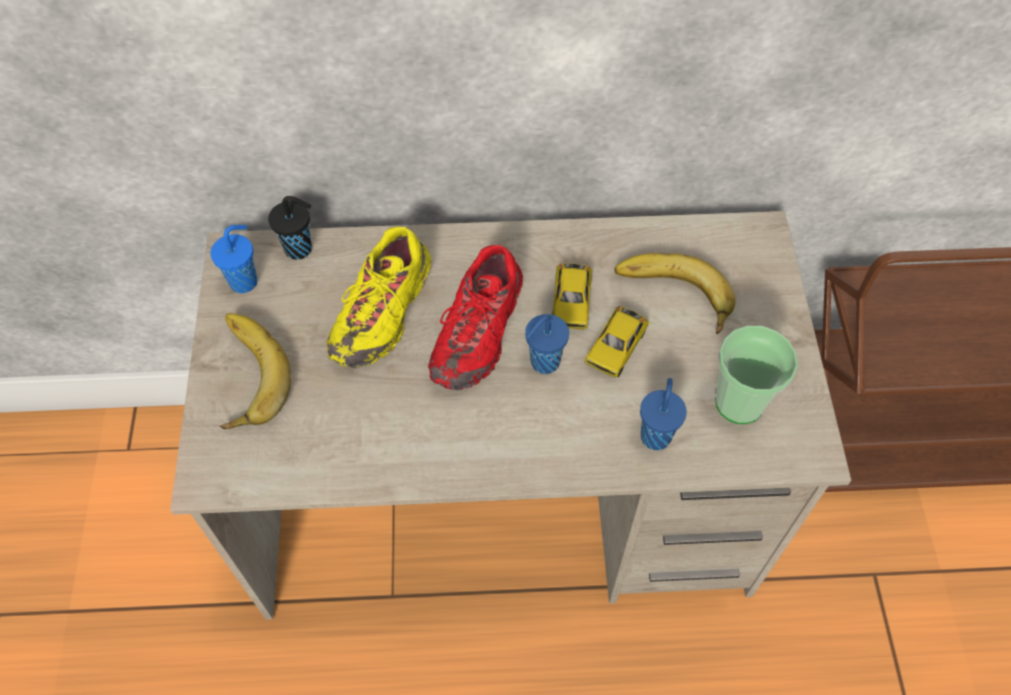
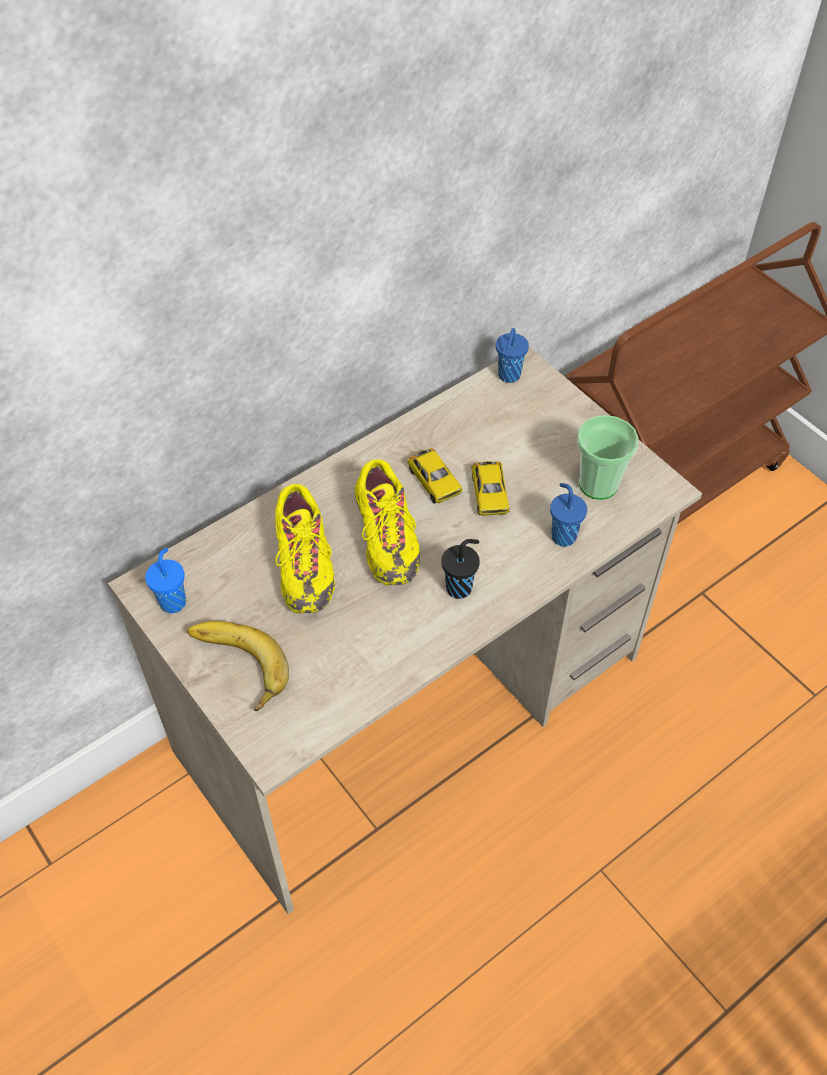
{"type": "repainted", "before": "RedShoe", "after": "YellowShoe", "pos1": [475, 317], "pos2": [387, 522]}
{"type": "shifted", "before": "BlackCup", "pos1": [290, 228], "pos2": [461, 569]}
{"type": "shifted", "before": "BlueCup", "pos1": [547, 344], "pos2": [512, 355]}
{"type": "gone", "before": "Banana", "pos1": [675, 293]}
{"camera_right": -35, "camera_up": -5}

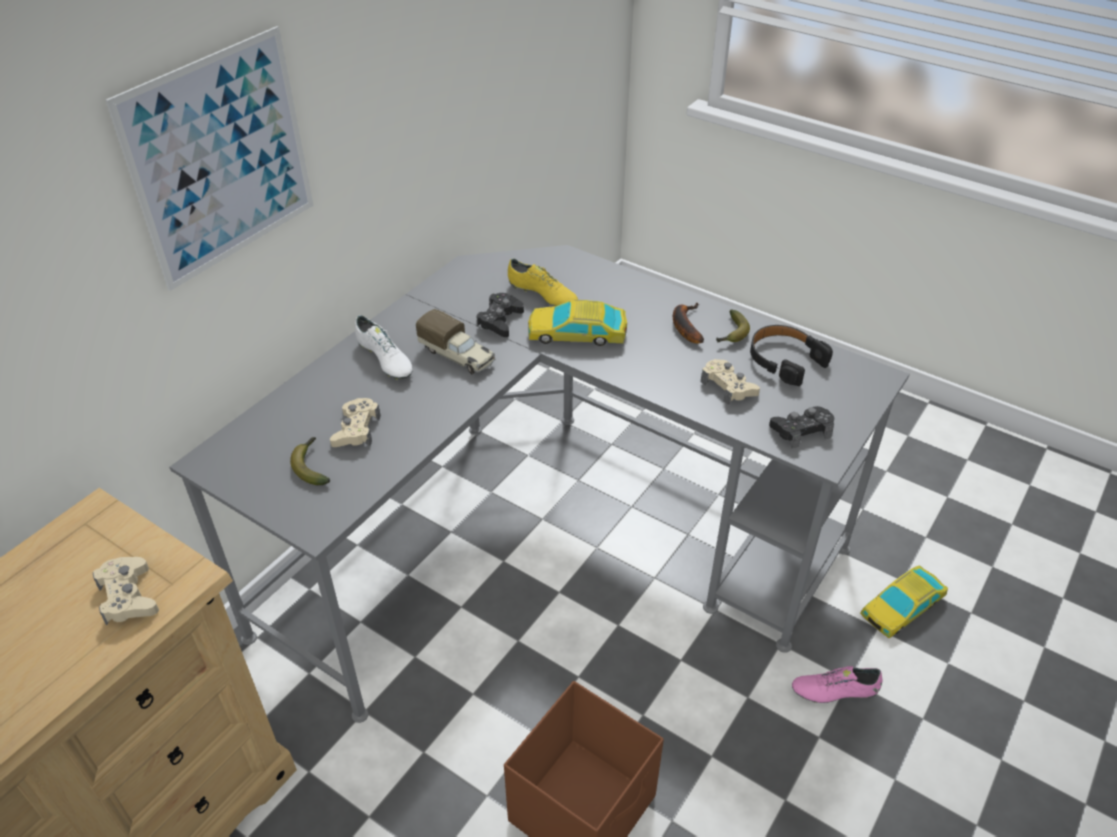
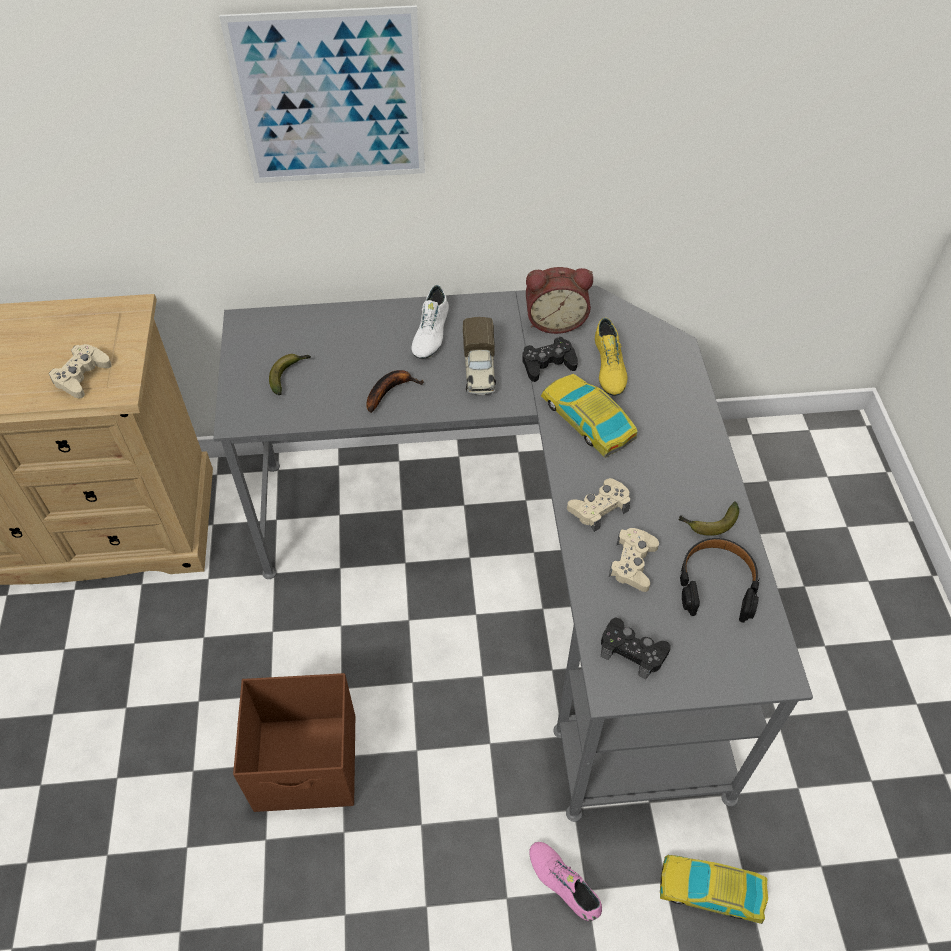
{"type": "shifted", "before": "Banana", "pos1": [688, 323], "pos2": [395, 391]}
{"type": "new", "after": "AlarmClock", "pos2": [559, 300]}
{"type": "shifted", "before": "BeigeGameController", "pos1": [355, 422], "pos2": [598, 505]}
{"camera_right": 50, "camera_up": 10}

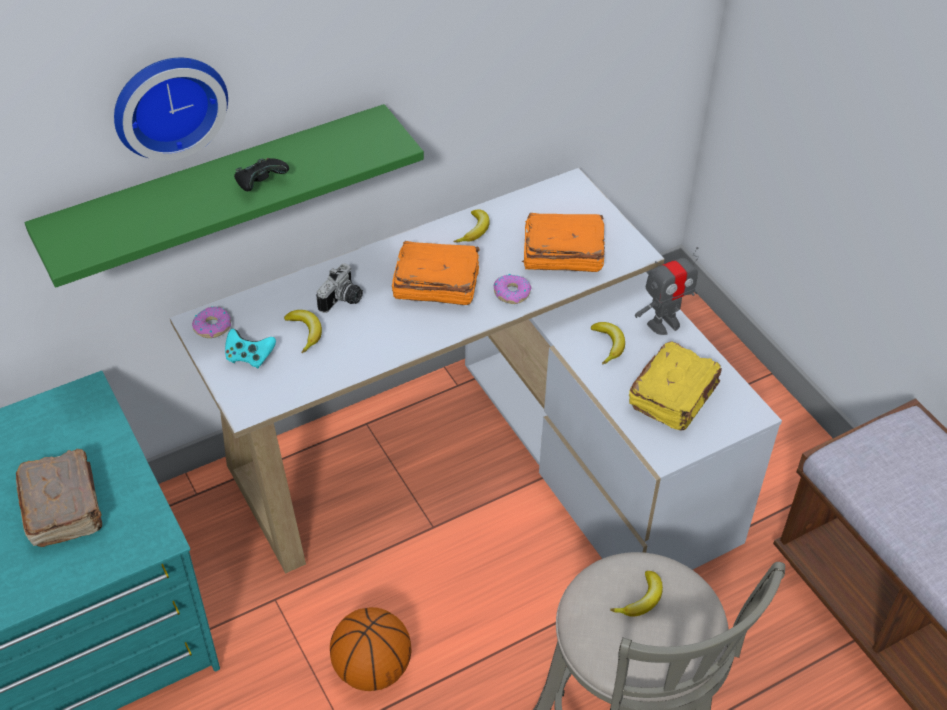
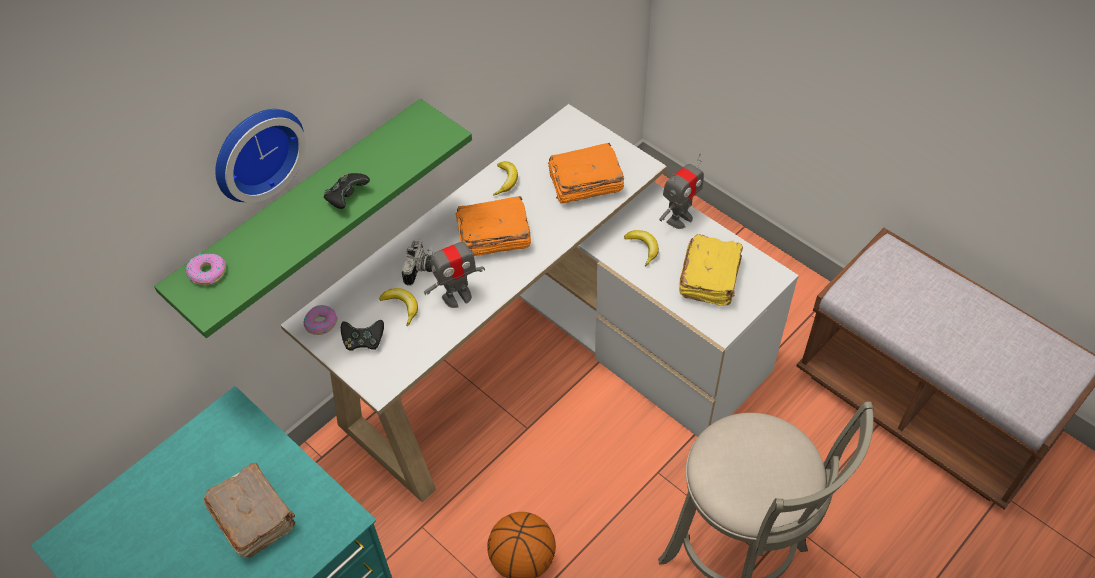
{"type": "shifted", "before": "Donut", "pos1": [513, 289], "pos2": [206, 269]}
{"type": "repainted", "before": "TurquoiseGameController", "after": "BlackGameController", "pos1": [250, 348], "pos2": [362, 335]}
{"type": "new", "after": "ToyRobot", "pos2": [454, 271]}
{"type": "gone", "before": "Banana", "pos1": [636, 594]}
{"camera_right": -15, "camera_up": 5}

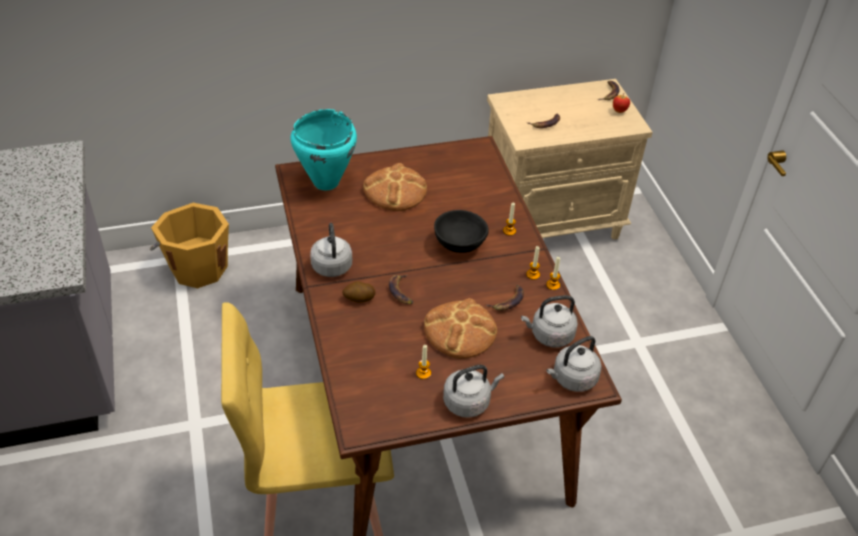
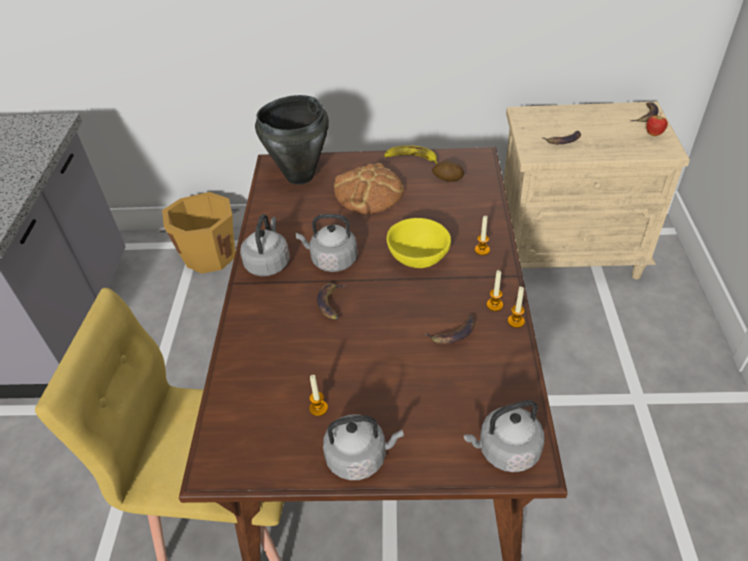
{"type": "repainted", "before": "TurquoiseCookingPot", "after": "BlackCookingPot", "pos1": [324, 149], "pos2": [292, 140]}
{"type": "shifted", "before": "GreyKettle", "pos1": [549, 321], "pos2": [327, 243]}
{"type": "new", "after": "Banana", "pos2": [411, 155]}
{"type": "repainted", "before": "BlackBowl", "after": "YellowBowl", "pos1": [461, 231], "pos2": [419, 243]}
{"type": "shifted", "before": "Potato", "pos1": [358, 291], "pos2": [448, 171]}
{"type": "gone", "before": "Bread", "pos1": [460, 328]}
{"camera_right": 20, "camera_up": 0}

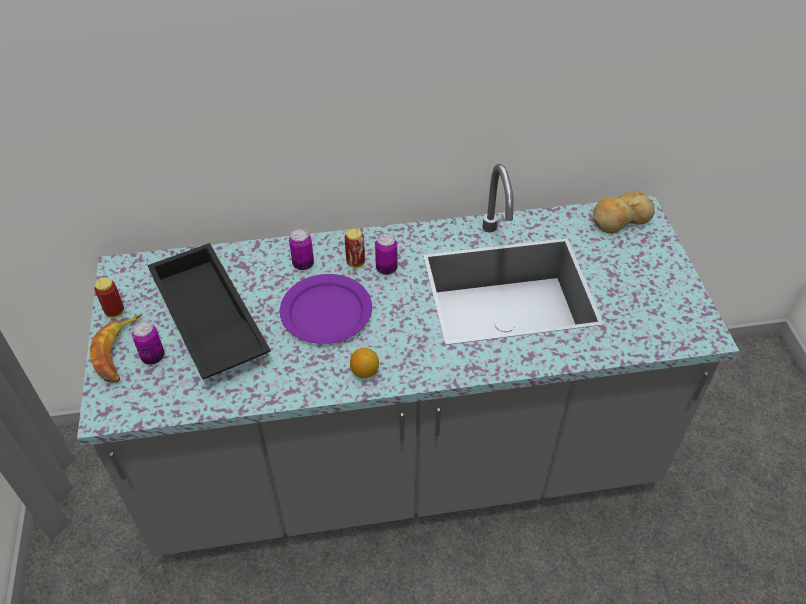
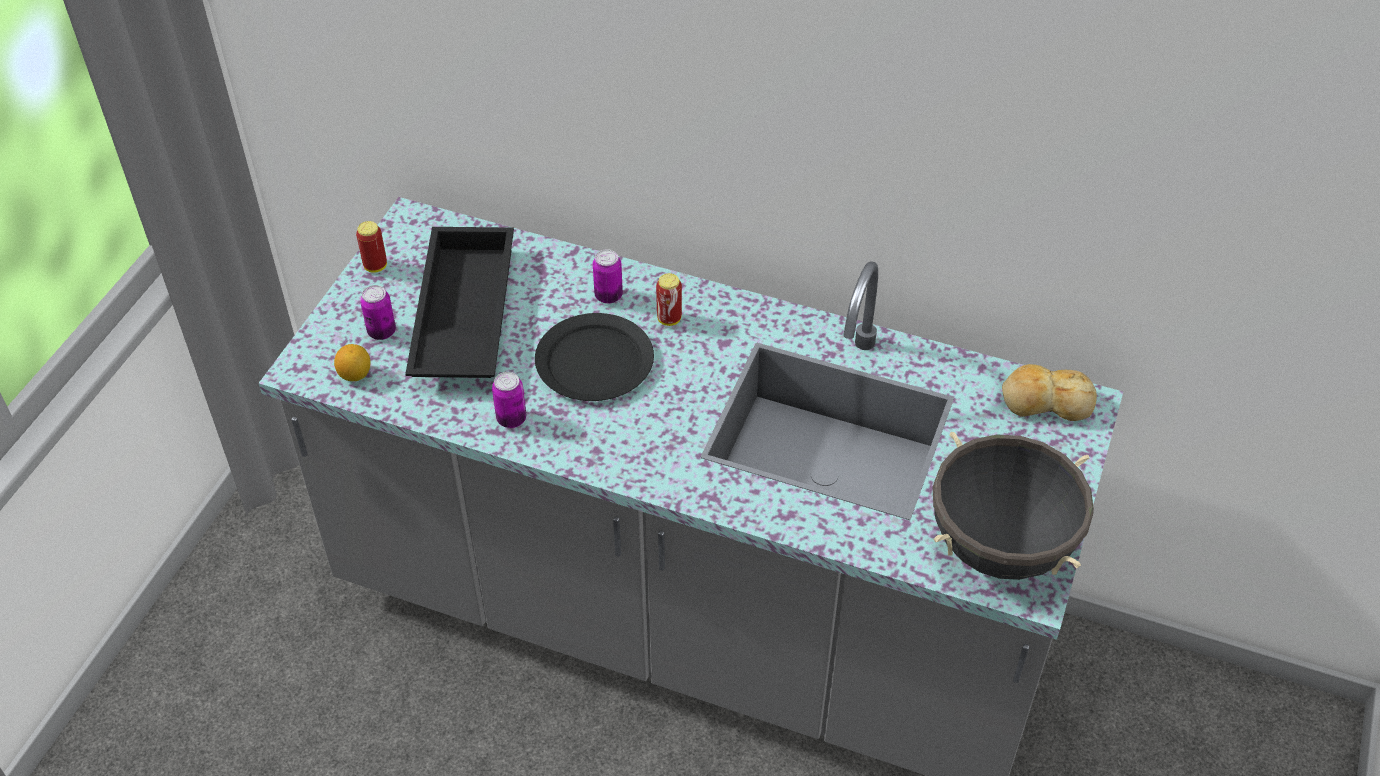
{"type": "shifted", "before": "Lemon", "pos1": [364, 363], "pos2": [352, 362]}
{"type": "shifted", "before": "Can", "pos1": [386, 254], "pos2": [509, 400]}
{"type": "repainted", "before": "PurplePlate", "after": "BlackPlate", "pos1": [326, 309], "pos2": [594, 357]}
{"type": "new", "after": "BlackCookingPot", "pos2": [1013, 506]}
{"type": "gone", "before": "Banana", "pos1": [115, 348]}
{"camera_right": 30, "camera_up": 0}

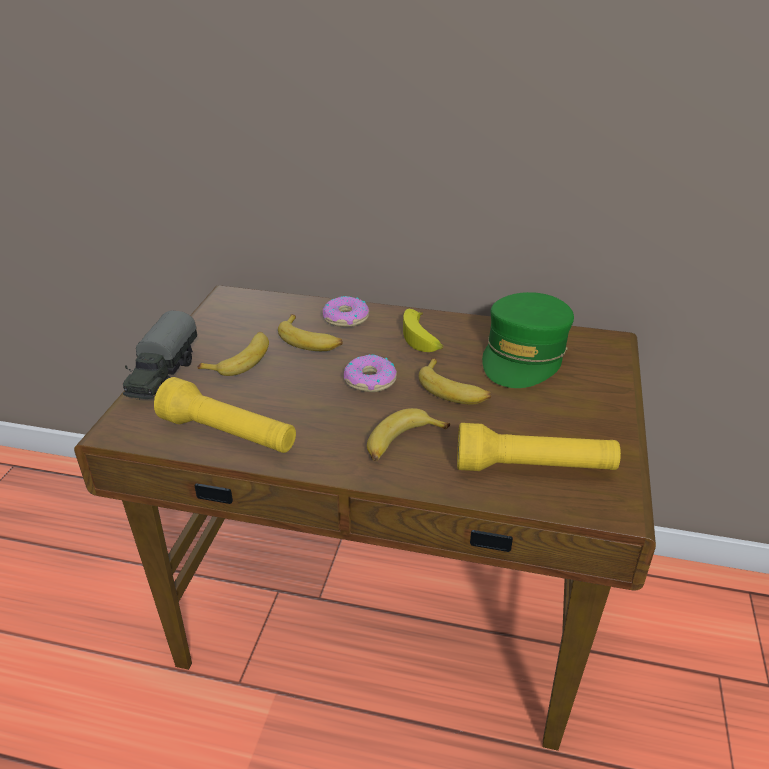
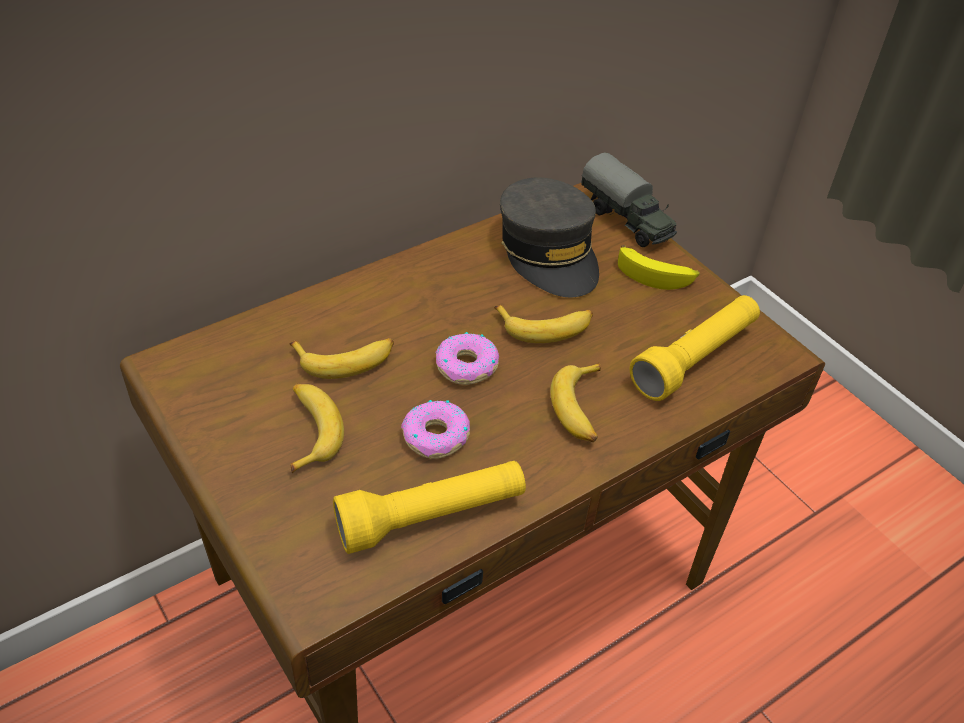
{"type": "shifted", "before": "Donut", "pos1": [346, 311], "pos2": [435, 429]}
{"type": "repainted", "before": "GreenCap", "after": "GreyCap", "pos1": [528, 340], "pos2": [549, 237]}
{"type": "shifted", "before": "ToyTruck", "pos1": [160, 355], "pos2": [629, 200]}
{"type": "shifted", "before": "Banana", "pos1": [423, 330], "pos2": [659, 267]}
{"camera_right": -50, "camera_up": 10}

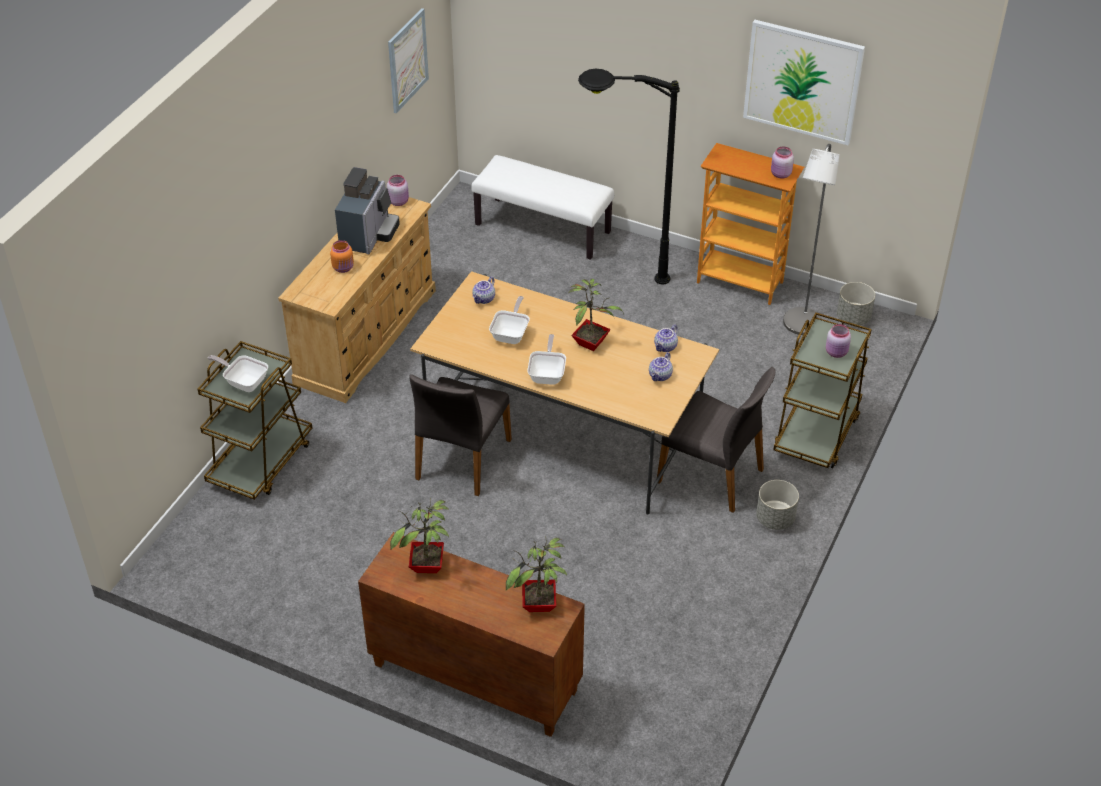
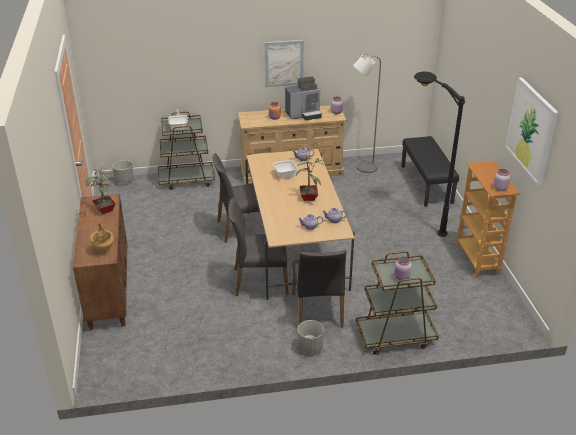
{"type": "swapped", "before": "PottedPlant", "after": "BrownVase", "pos1": [536, 574], "pos2": [102, 238]}
{"type": "shifted", "before": "GreyPlanter", "pos1": [856, 303], "pos2": [123, 171]}
{"type": "new", "after": "GreyChair", "pos2": [258, 247]}
{"type": "shifted", "before": "Picture", "pos1": [408, 60], "pos2": [284, 63]}
{"type": "shifted", "before": "GreyFloorLamp", "pos1": [811, 239], "pos2": [367, 113]}
{"type": "repainted", "before": "WhiteBench", "after": "BlackBench", "pos1": [542, 207], "pos2": [430, 171]}
{"type": "gone", "before": "FryingPan", "pos1": [546, 359]}
{"camera_right": 55, "camera_up": -10}

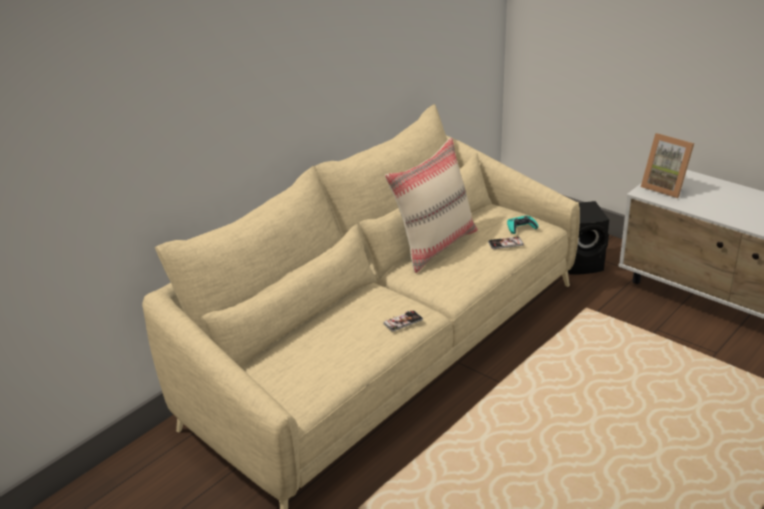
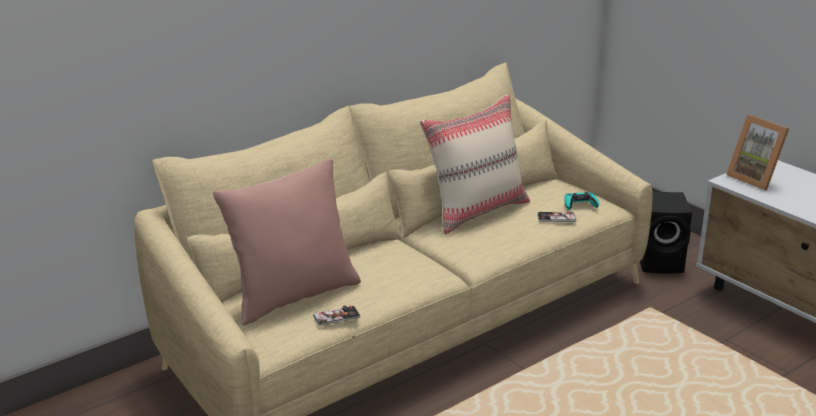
{"type": "new", "after": "PinkPillow", "pos2": [287, 242]}
{"type": "shifted", "before": "Phone", "pos1": [403, 321], "pos2": [336, 315]}
{"camera_right": 10, "camera_up": -5}

